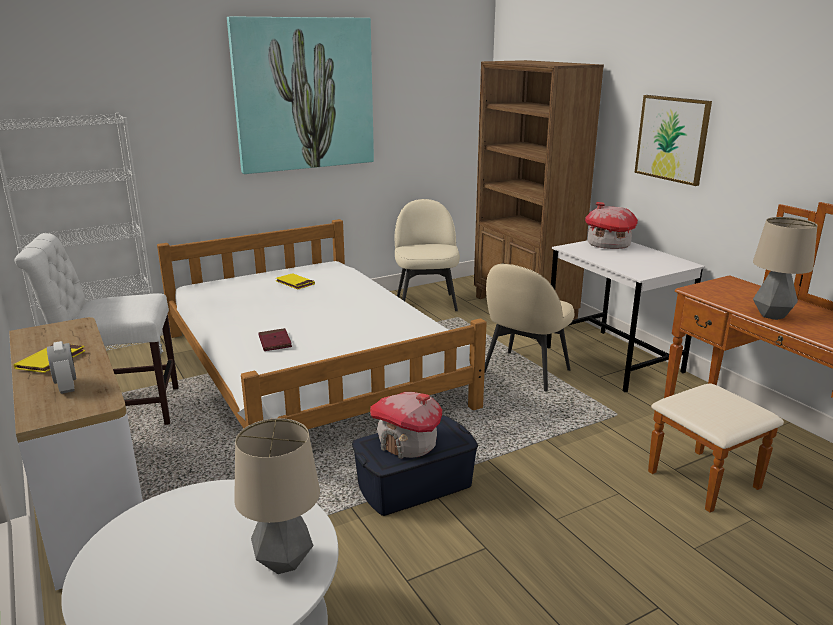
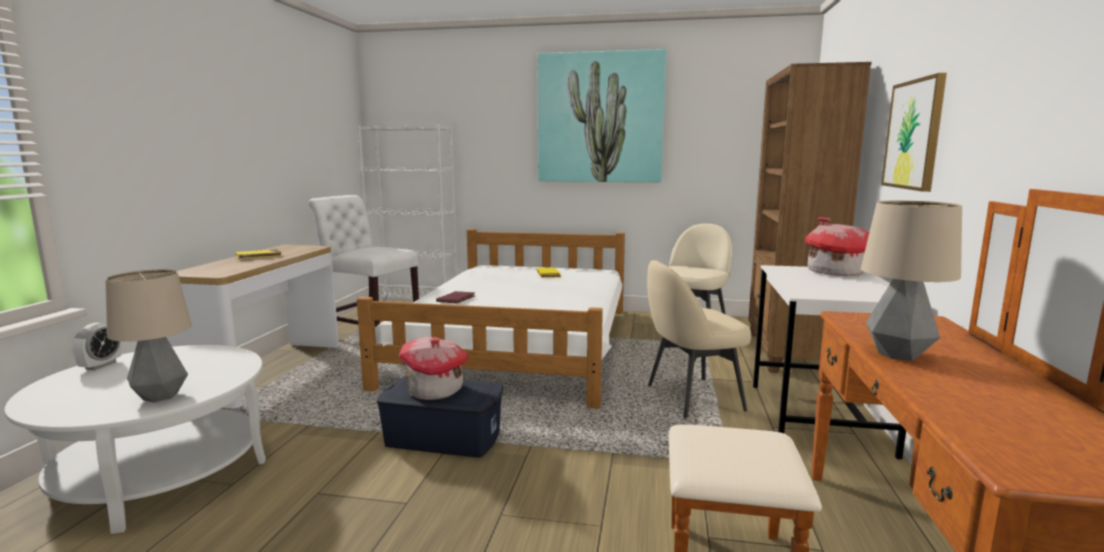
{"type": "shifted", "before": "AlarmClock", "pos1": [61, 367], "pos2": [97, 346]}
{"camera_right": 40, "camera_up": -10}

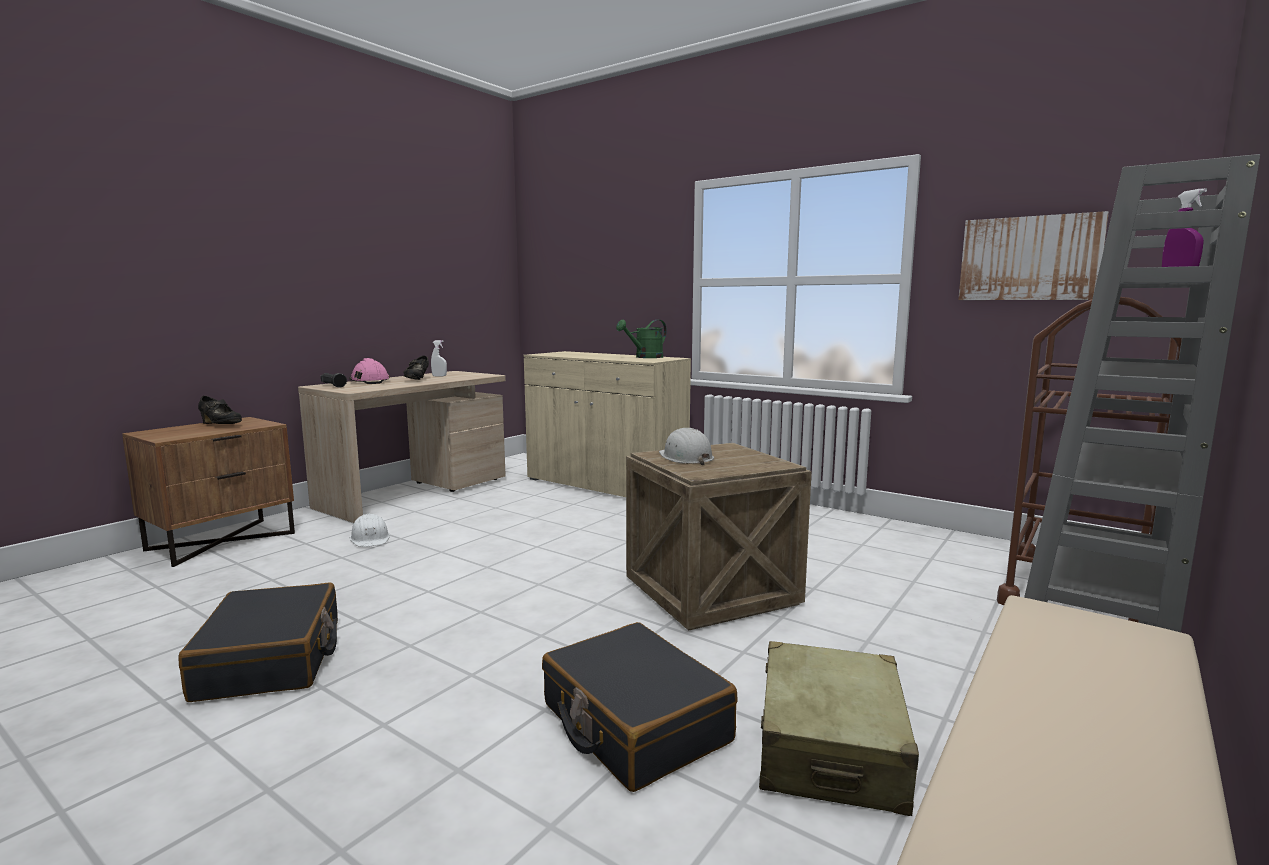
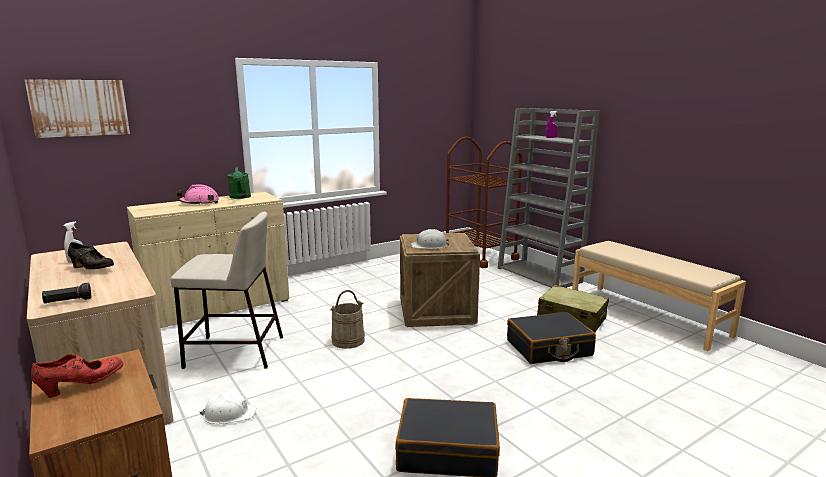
{"type": "shifted", "before": "Picture", "pos1": [1033, 255], "pos2": [77, 108]}
{"type": "repainted", "before": "BlackShoe", "after": "RedShoe", "pos1": [220, 410], "pos2": [77, 376]}
{"type": "new", "after": "BeigeStool", "pos2": [227, 290]}
{"type": "shifted", "before": "PinkHardHat", "pos1": [370, 371], "pos2": [198, 194]}
{"type": "new", "after": "BeigeBucket", "pos2": [347, 319]}
{"camera_right": -70, "camera_up": 5}

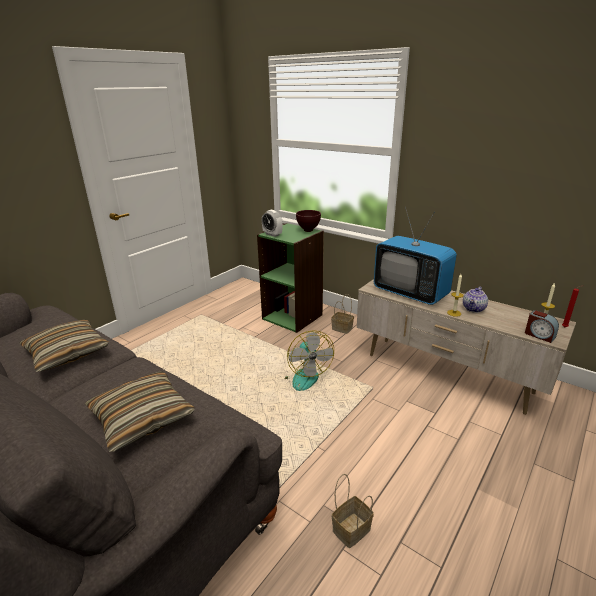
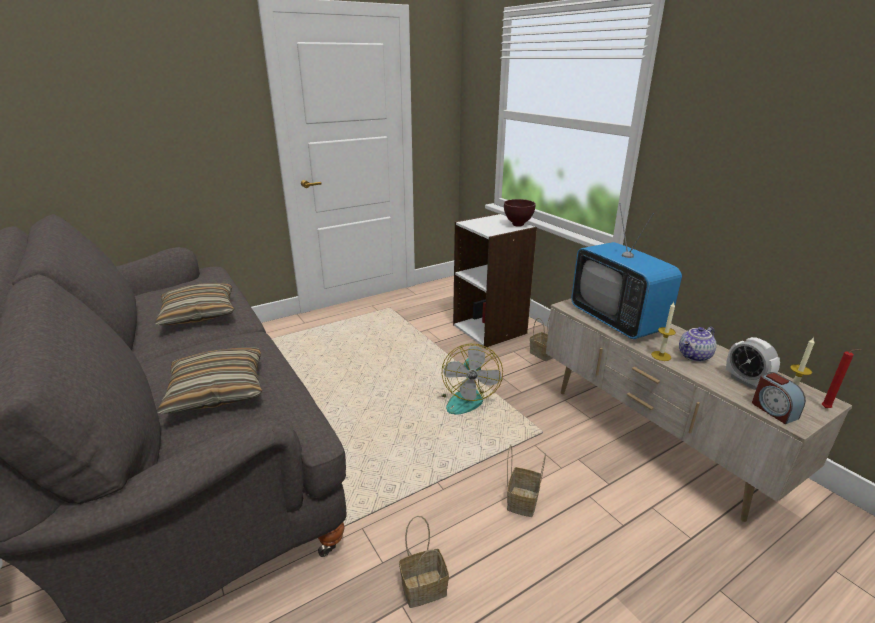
{"type": "repainted", "before": "GreenBookcase", "after": "WhiteBookcase", "pos1": [290, 278], "pos2": [495, 280]}
{"type": "new", "after": "Basket", "pos2": [526, 481]}
{"type": "shifted", "before": "AlarmClock", "pos1": [272, 223], "pos2": [753, 363]}
{"camera_right": 20, "camera_up": 0}

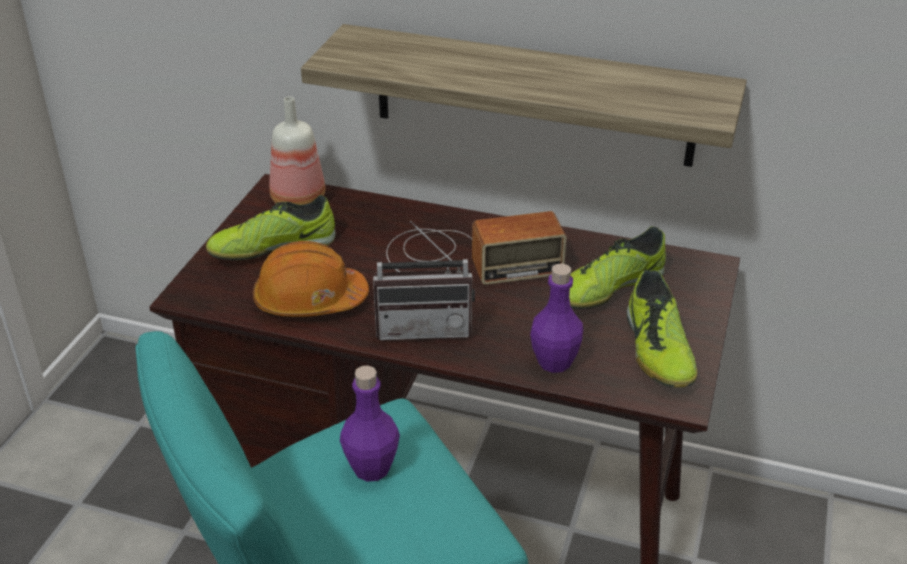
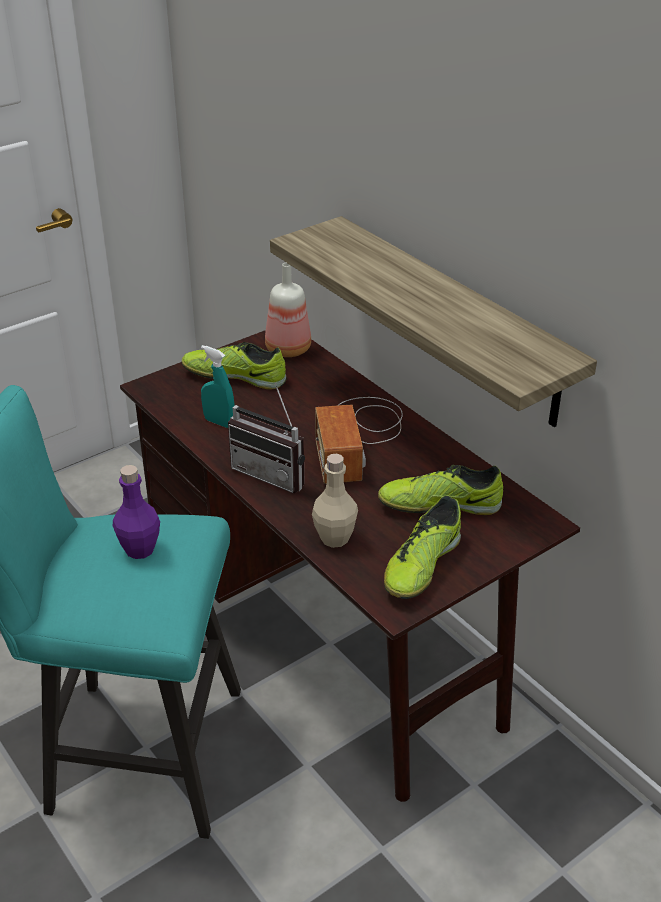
{"type": "swapped", "before": "OrangeHardHat", "after": "TurquoiseSprayBottle", "pos1": [311, 279], "pos2": [218, 386]}
{"type": "repainted", "before": "PurpleBottle", "after": "BeigeBottle", "pos1": [556, 318], "pos2": [335, 501]}
{"type": "rotated", "before": "Radio", "pos1": [476, 248], "pos2": [359, 440], "turn": 60}
{"camera_right": 35, "camera_up": 0}

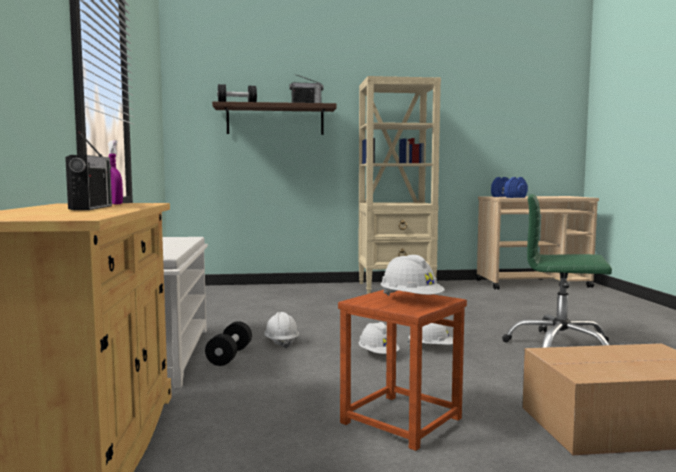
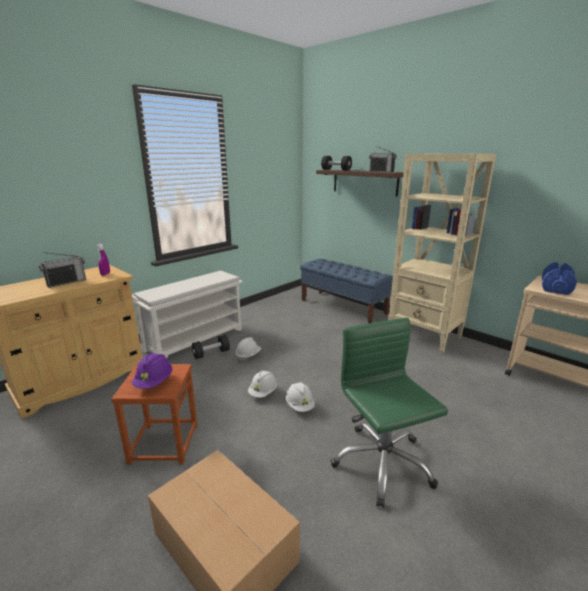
{"type": "repainted", "before": "WhiteHardHat", "after": "PurpleHardHat", "pos1": [413, 275], "pos2": [152, 371]}
{"type": "new", "after": "BlueBench", "pos2": [346, 291]}
{"camera_right": 50, "camera_up": 15}

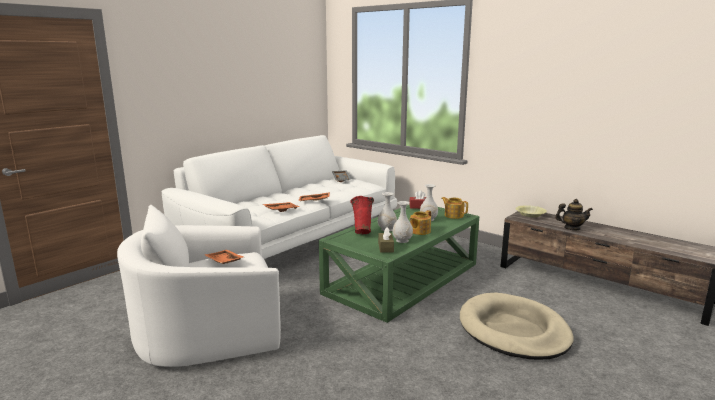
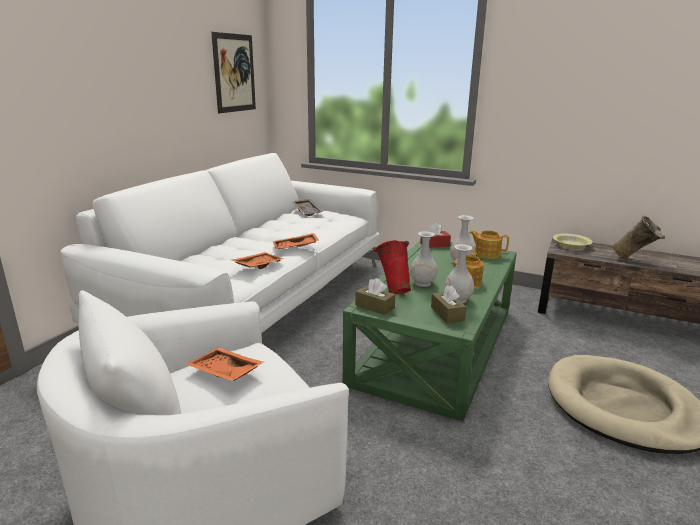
{"type": "new", "after": "Picture", "pos2": [233, 72]}
{"type": "new", "after": "BrownTissueBox", "pos2": [375, 296]}
{"type": "swapped", "before": "Teapot", "after": "BeigeVase", "pos1": [574, 214], "pos2": [638, 237]}
{"camera_right": -15, "camera_up": 5}

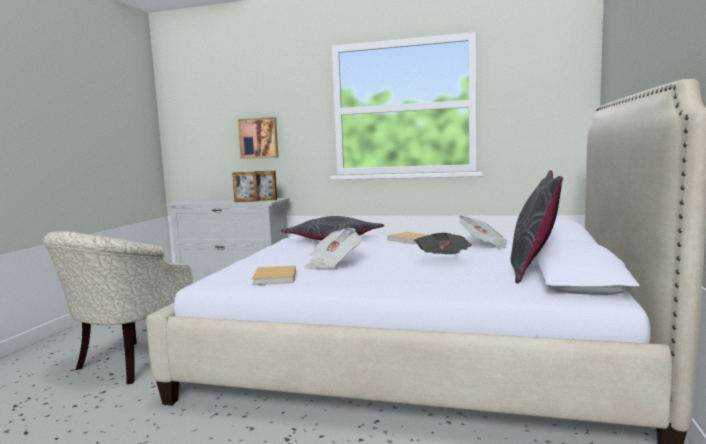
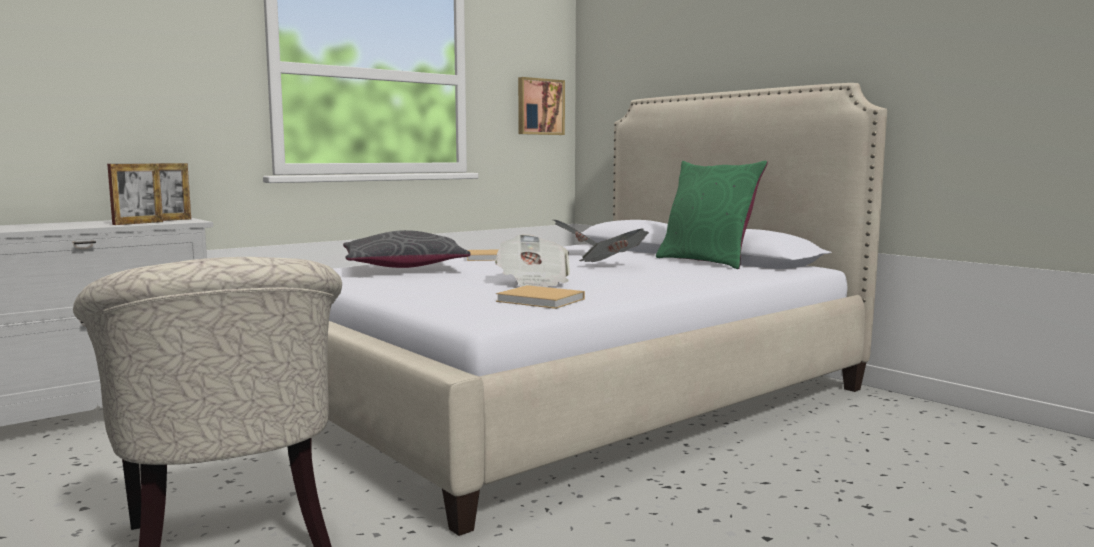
{"type": "shifted", "before": "Picture", "pos1": [258, 138], "pos2": [541, 106]}
{"type": "repainted", "before": "GreyPillow", "after": "GreenPillow", "pos1": [537, 226], "pos2": [712, 215]}
{"camera_right": -55, "camera_up": 0}

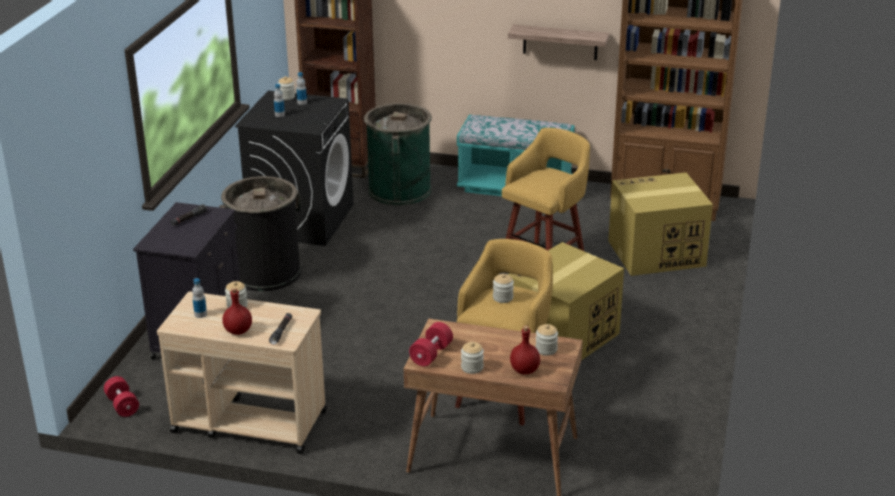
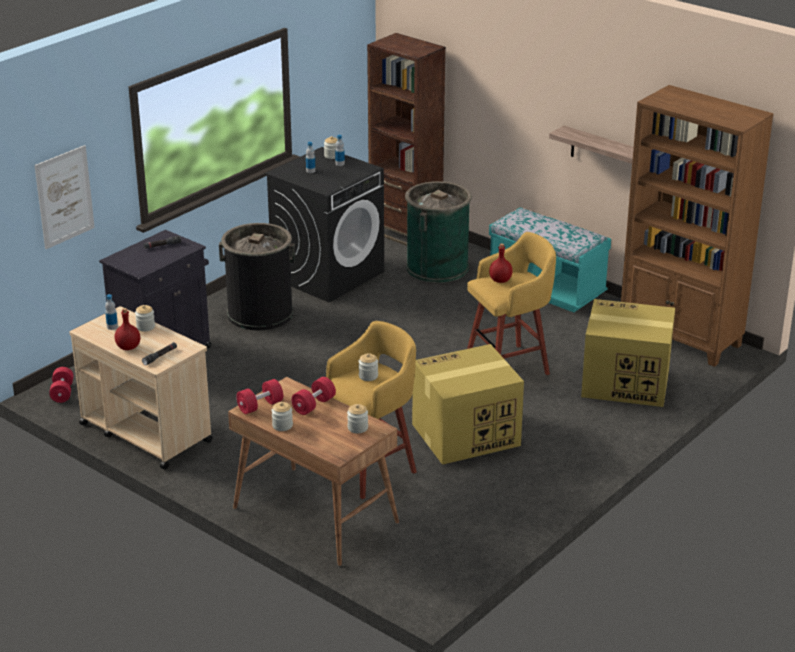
{"type": "new", "after": "Picture", "pos2": [64, 197]}
{"type": "new", "after": "RedDumbbell", "pos2": [313, 396]}
{"type": "shifted", "before": "RedBottle", "pos1": [525, 350], "pos2": [501, 263]}
{"camera_right": 25, "camera_up": 0}

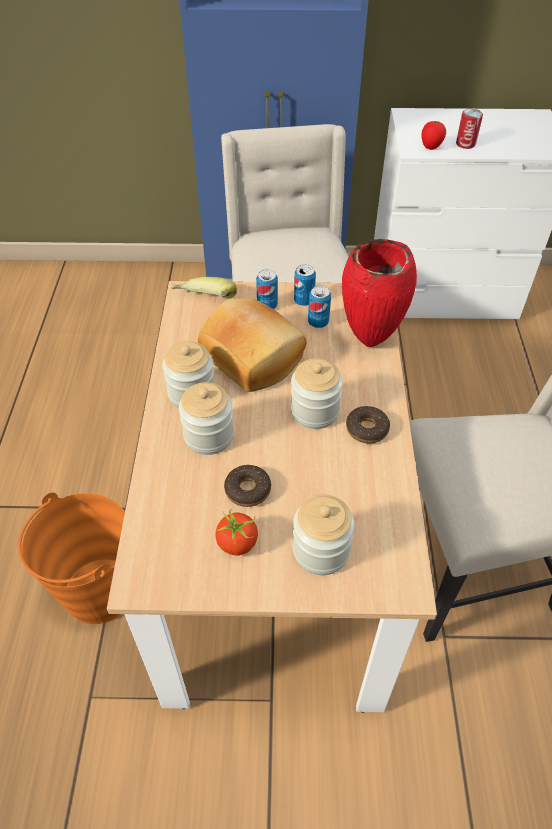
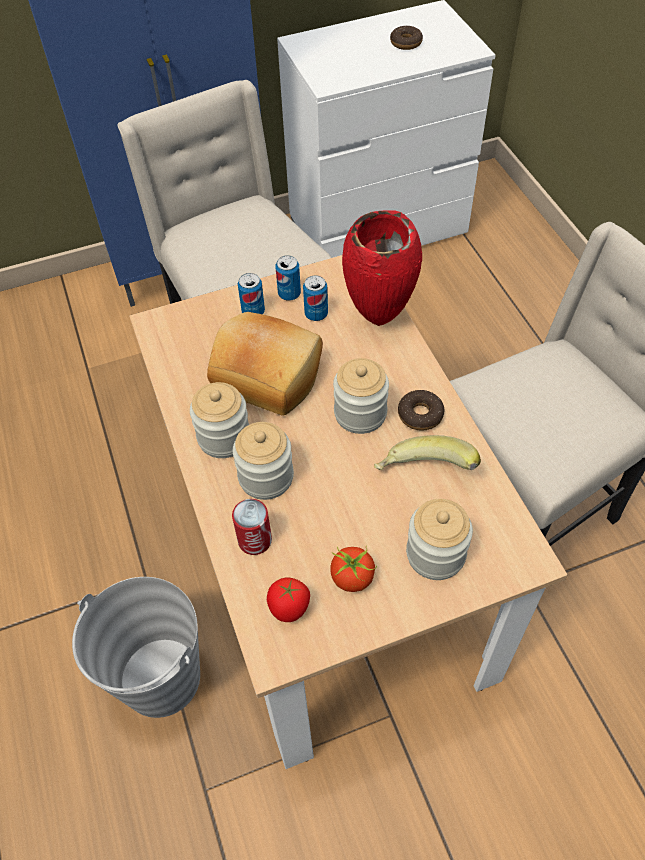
{"type": "repainted", "before": "OrangeBucket", "after": "GreyBucket", "pos1": [71, 558], "pos2": [136, 647]}
{"type": "shifted", "before": "Can", "pos1": [469, 129], "pos2": [252, 527]}
{"type": "shifted", "before": "Tomato", "pos1": [433, 135], "pos2": [288, 600]}
{"type": "shifted", "before": "Banana", "pos1": [203, 288], "pos2": [427, 452]}
{"type": "shifted", "before": "Donut", "pos1": [247, 486], "pos2": [406, 38]}
{"camera_right": -20, "camera_up": 5}

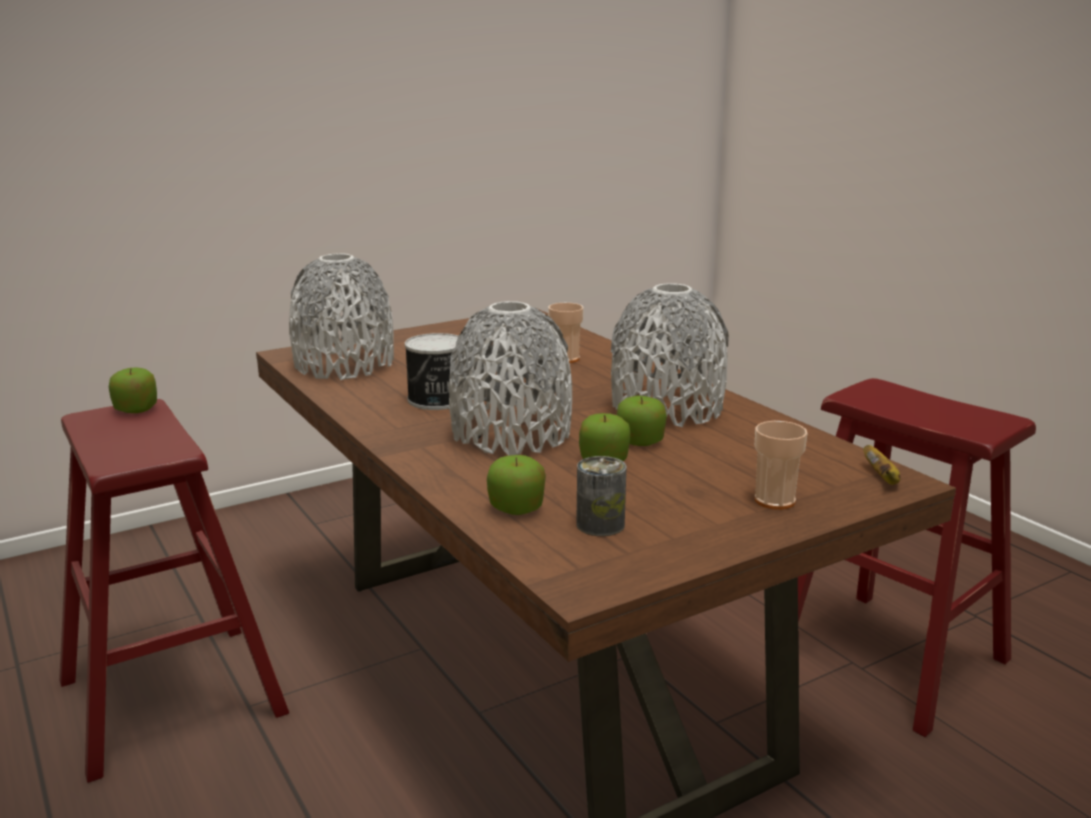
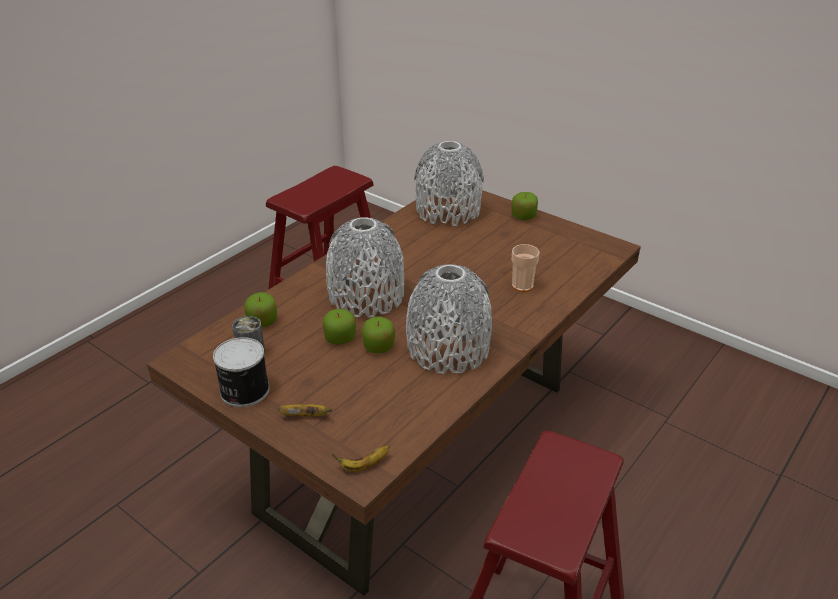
{"type": "shifted", "before": "Can", "pos1": [436, 371], "pos2": [241, 372]}
{"type": "swapped", "before": "Cup", "after": "Banana", "pos1": [781, 465], "pos2": [305, 410]}
{"type": "shifted", "before": "Apple", "pos1": [133, 390], "pos2": [524, 206]}
{"camera_right": 70, "camera_up": 15}

